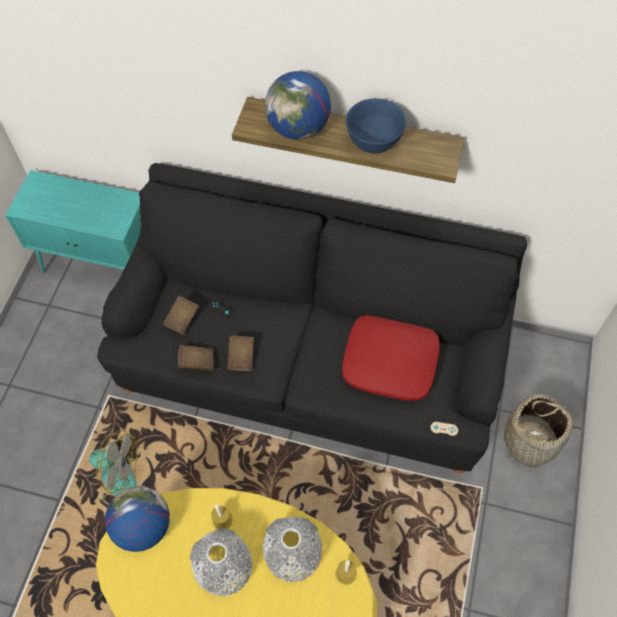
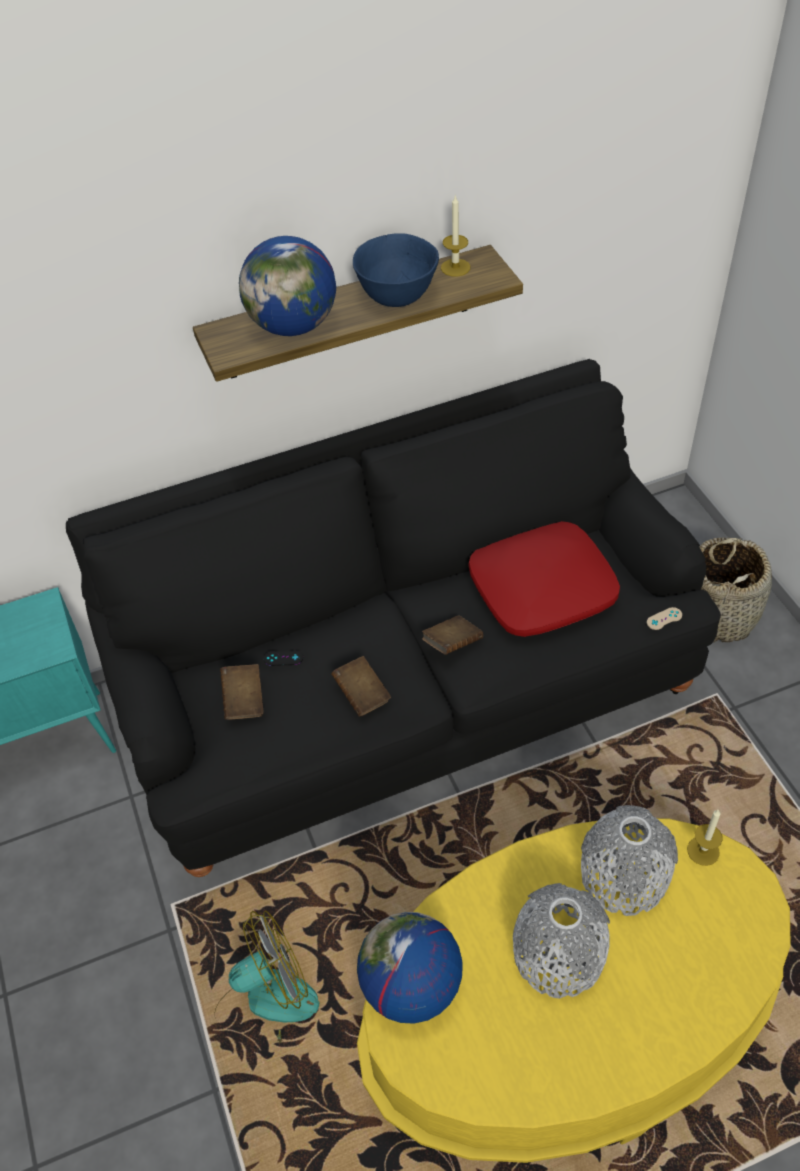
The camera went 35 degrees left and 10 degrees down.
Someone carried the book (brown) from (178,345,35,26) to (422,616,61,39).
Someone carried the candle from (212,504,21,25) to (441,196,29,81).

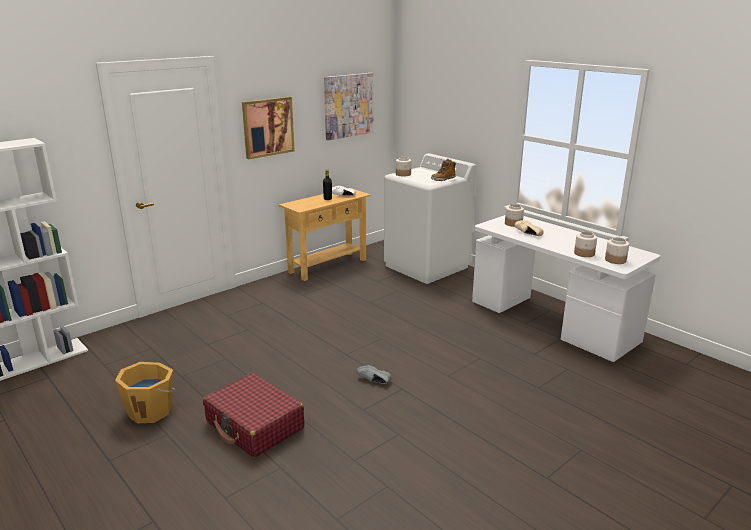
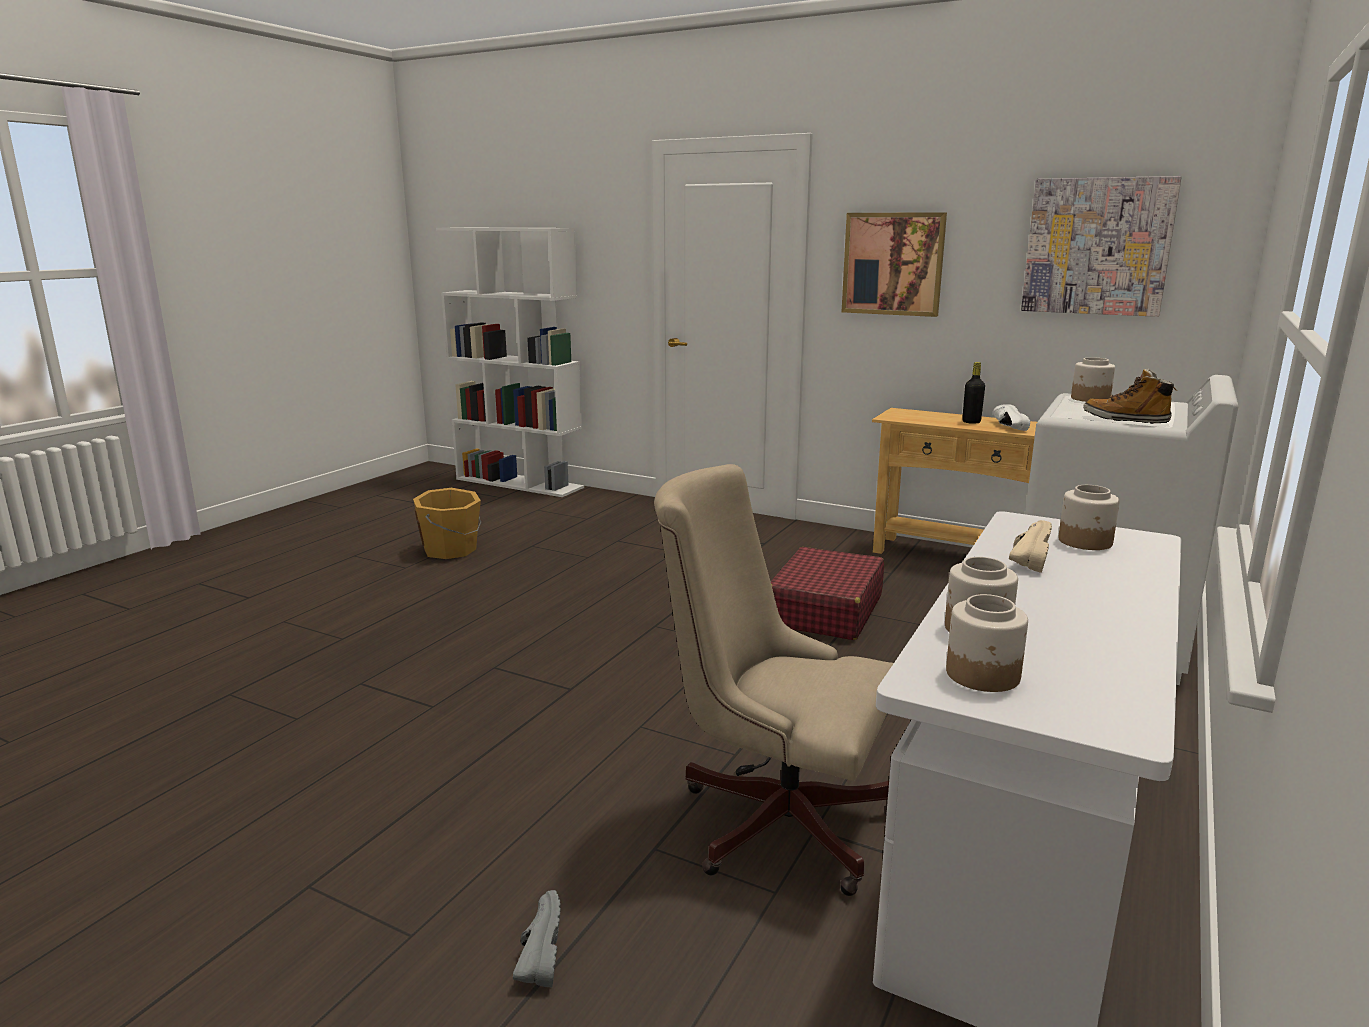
The camera went 70 degrees right and 5 degrees down.
Someone carried the shoe (grey) from (357,365,35,19) to (513,890,48,97).
Someone carried the suitcase (red) from (203,373,101,85) to (771,547,113,93).
Someone put down the office chair (beige) at (654,464,240,432).

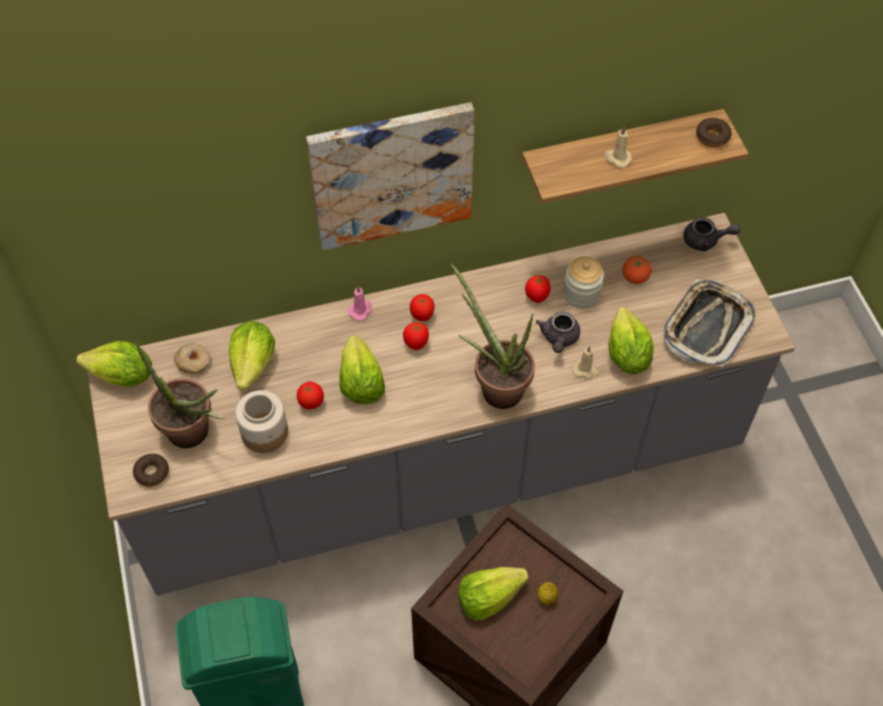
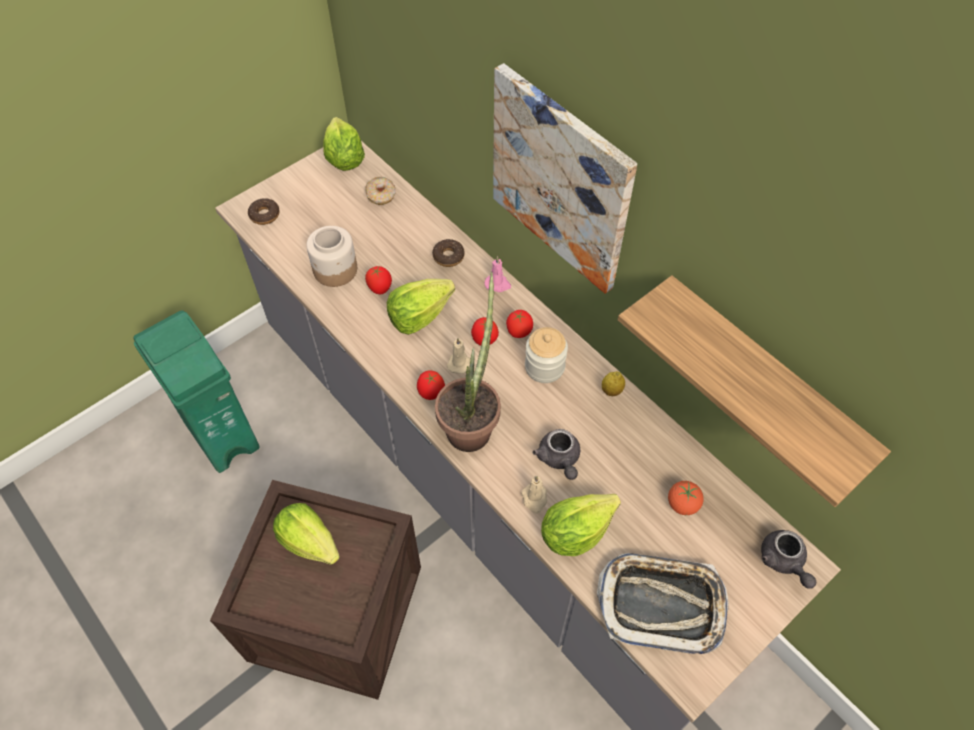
The camera went 65 degrees right and 0 degrees up.
Someone carried the donut from (696,118,36,29) to (432,239,33,28).
Someone carried the candle (beige) from (604,126,28,42) to (447,338,24,36).
Someone carried the jar from (563,256,41,52) to (525,327,43,56).
Someone carried the tomato from (525,275,26,28) to (417,370,28,30).
Someone rotated the teapot (grey) at (536,312,44,41) by 90 degrees counterclockwise.
Someone took away the lettuce at (229,321,46,70).
Someone took away the potted plant at (135,343,90,105).
Someone carried the lemon from (538,582,21,24) to (602,371,23,25).

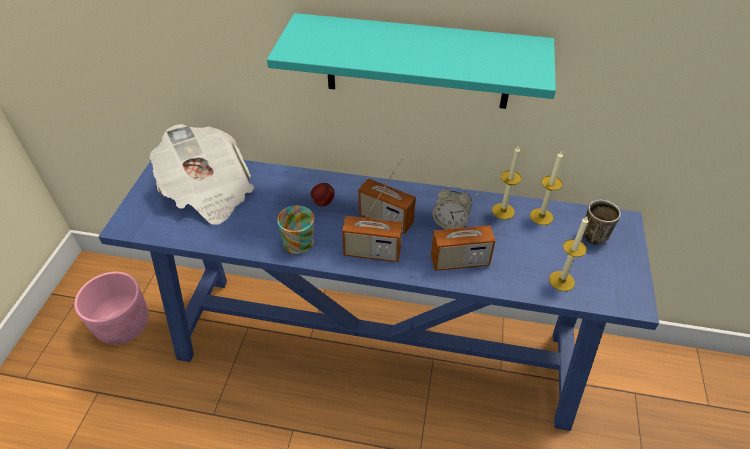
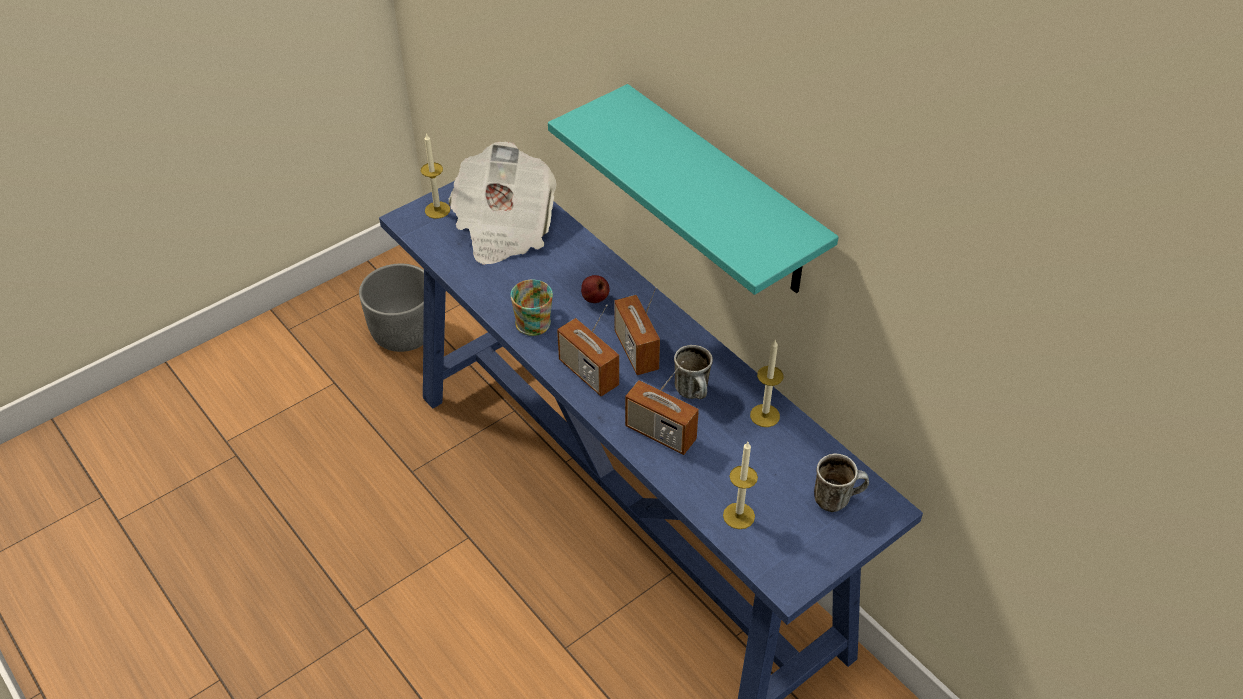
The camera went 40 degrees right and 0 degrees up.
Someone carried the candle from (530,151,33,74) to (421,133,29,86).
Someone swapped the alarm clock at (433,186,39,43) for the mug at (674,345,39,54).
Someone repainted the planter (pink) at (74,272,75,73), which became the planter (grey) at (359,264,65,88).

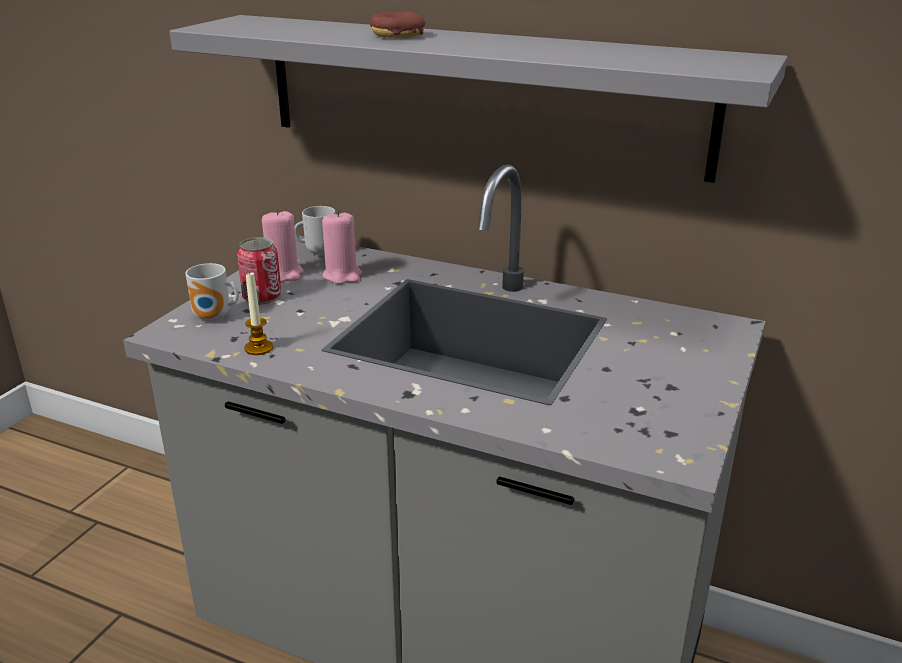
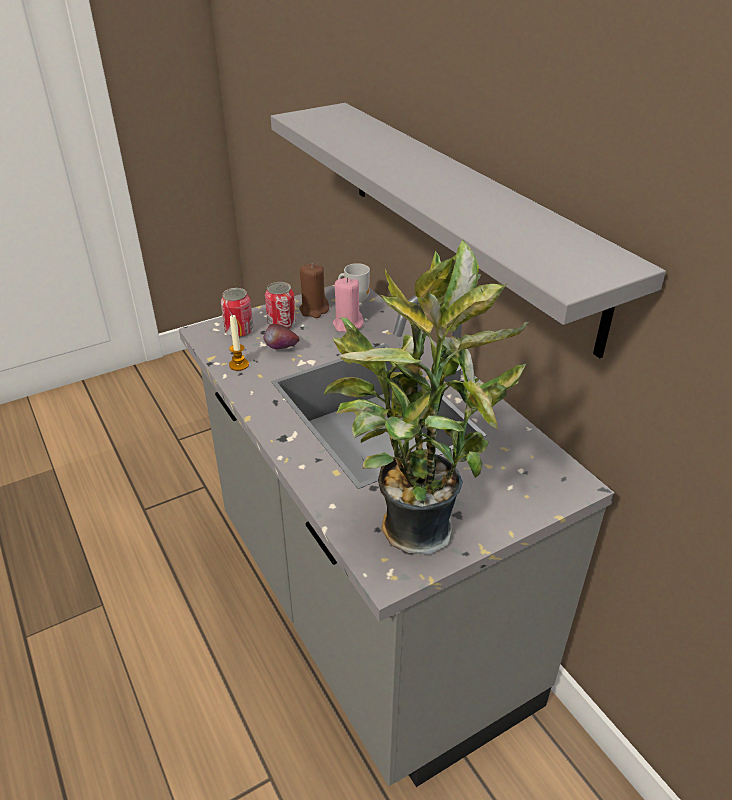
The camera went 35 degrees right and 10 degrees up.
Someone took away the donut at (370,12,55,26).
Someone repainted the candle (pink) at (262,209,42,73), which became the candle (brown) at (299,264,30,54).
Someone swapped the mug at (185,263,54,59) for the can at (221,288,32,50).
Someone put down the potted plant at (323,240,206,314).
Someone put down the apple at (263,324,37,25).

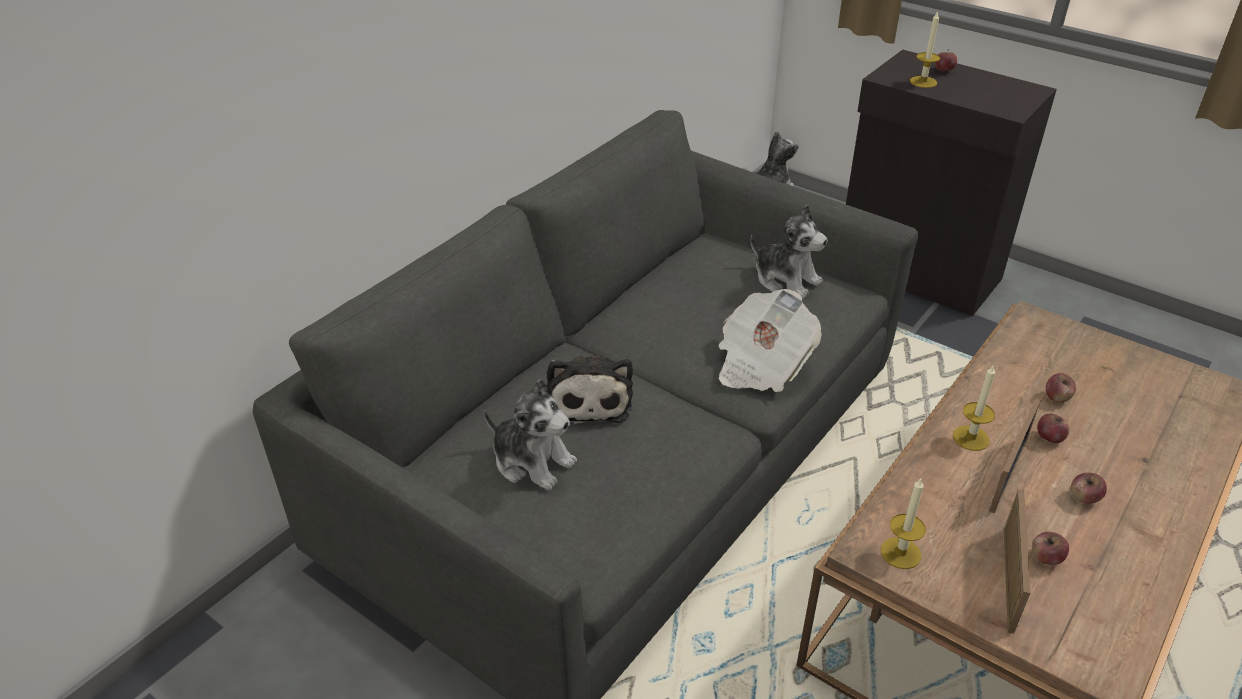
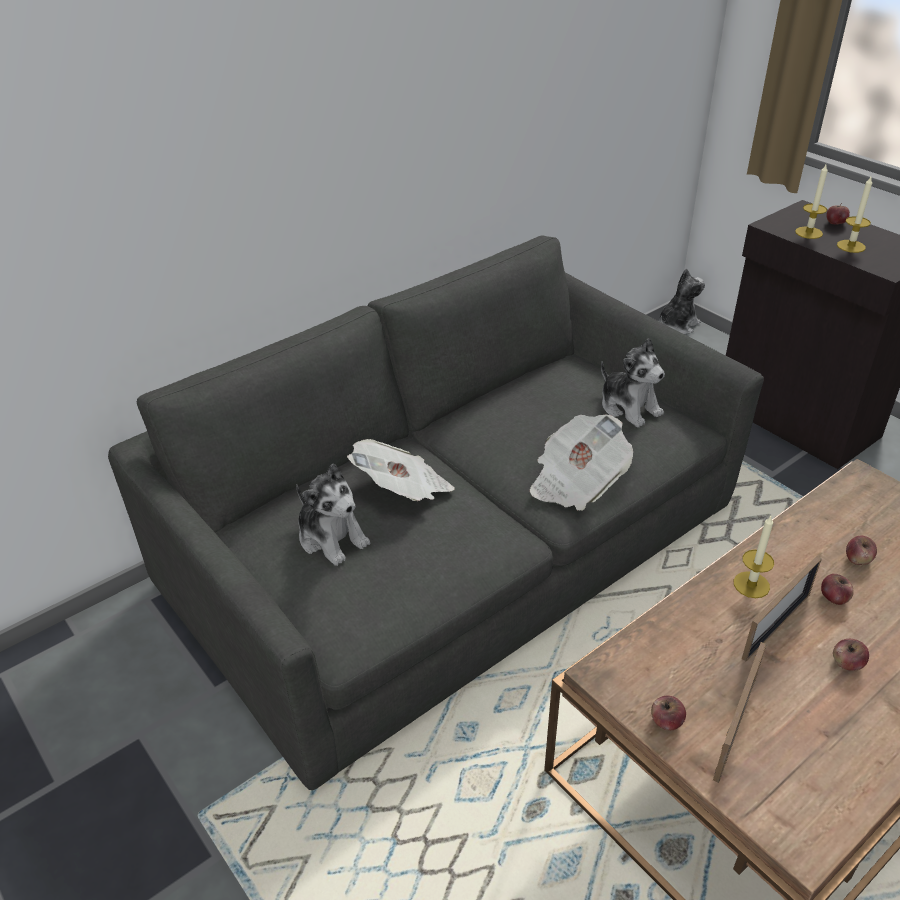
The camera went 15 degrees right and 0 degrees up.
Someone swapped the plush toy at (546,355,87,70) for the newspaper at (347,439,107,62).
Someone carried the candle from (881,479,45,90) to (837,177,35,76).
Someone carried the apple from (1032,532,37,33) to (651,696,35,34).

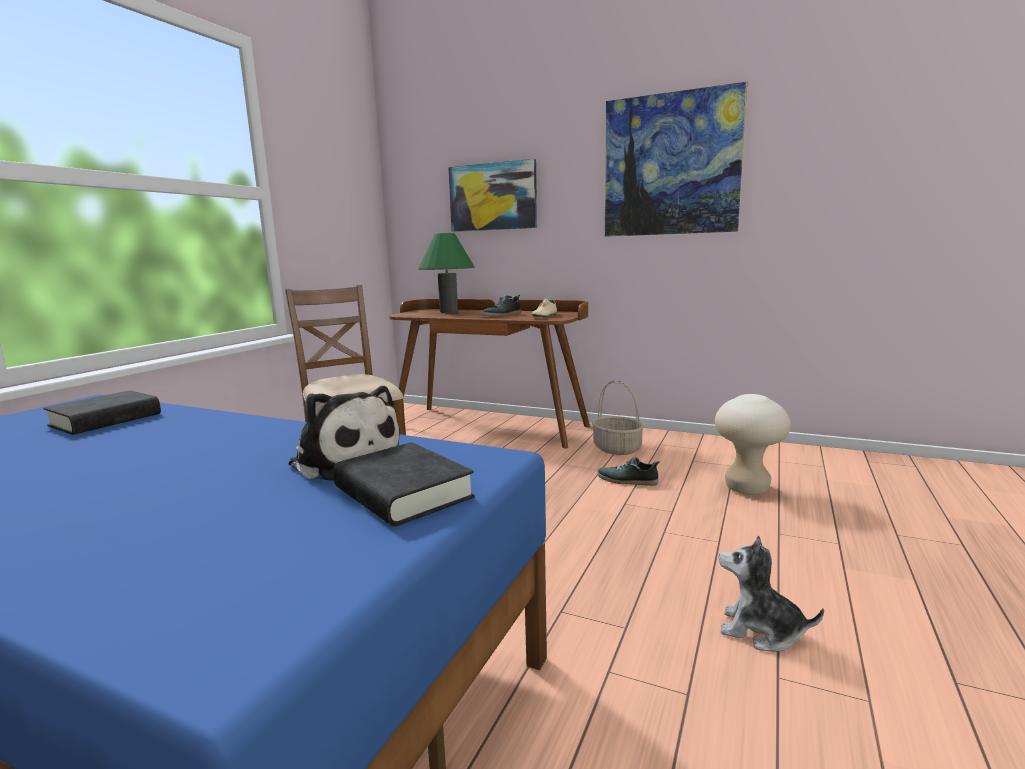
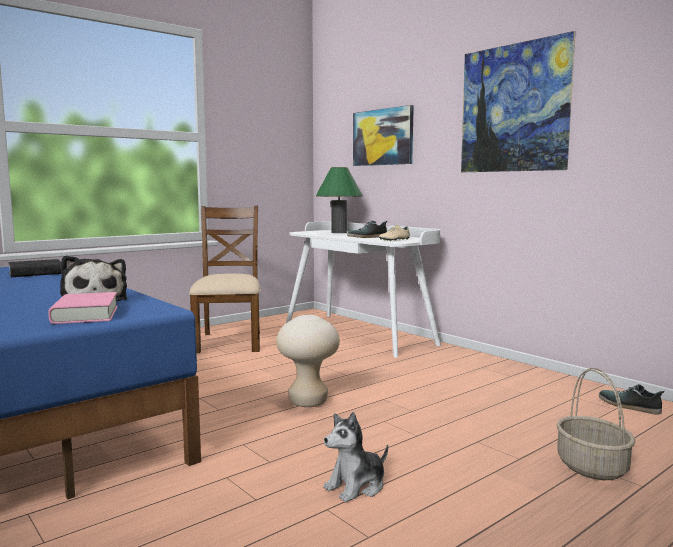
The camera went 25 degrees right and 5 degrees down.
Someone repainted the desk (brown) at (389,299,201,150), which became the desk (white) at (286,221,155,136).
Someone carried the basket from (592,380,52,75) to (556,367,79,113).
Someone carried the stool (beige) from (715,394,76,101) to (276,315,64,92).
Someone repainted the book (black) at (333,442,142,84), which became the book (pink) at (48,292,70,32).
Someone carried the shoe from (597,457,63,29) to (599,384,66,31).
Someone rotated the plush toy at (719,535,105,117) by 90 degrees counterclockwise.

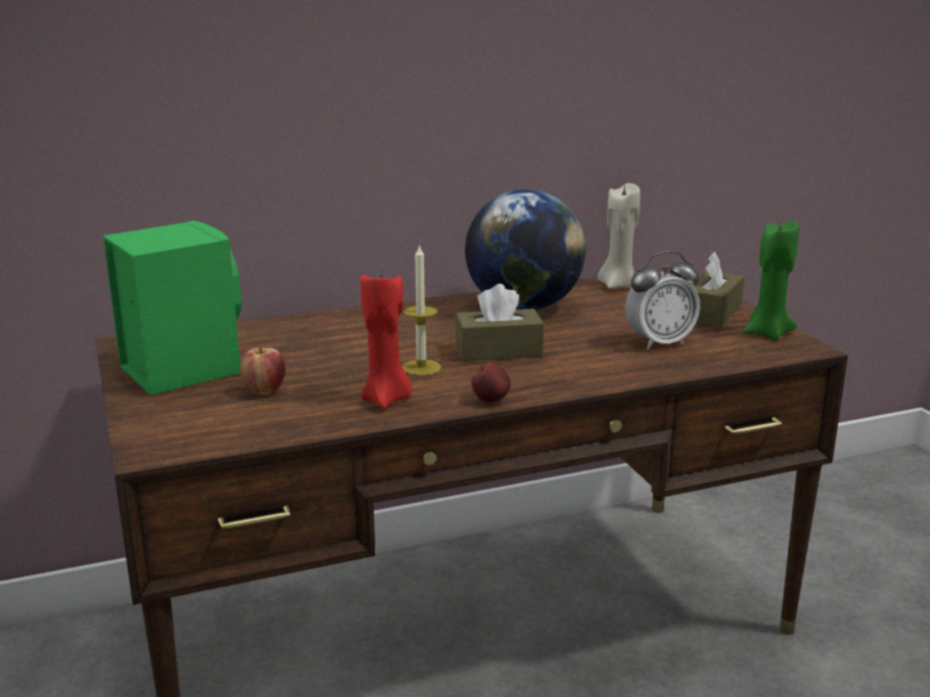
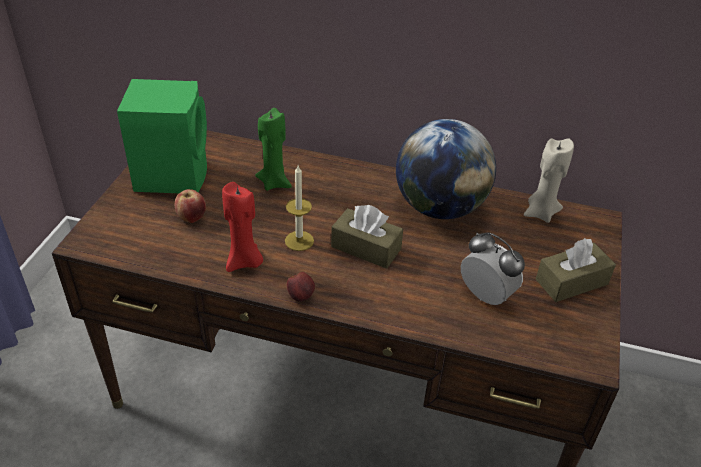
The camera went 35 degrees right and 20 degrees up.
Someone carried the candle (green) from (743,221,56,119) to (255,108,37,83).
Someone rotated the alarm clock at (625,251,75,99) by 150 degrees counterclockwise.

